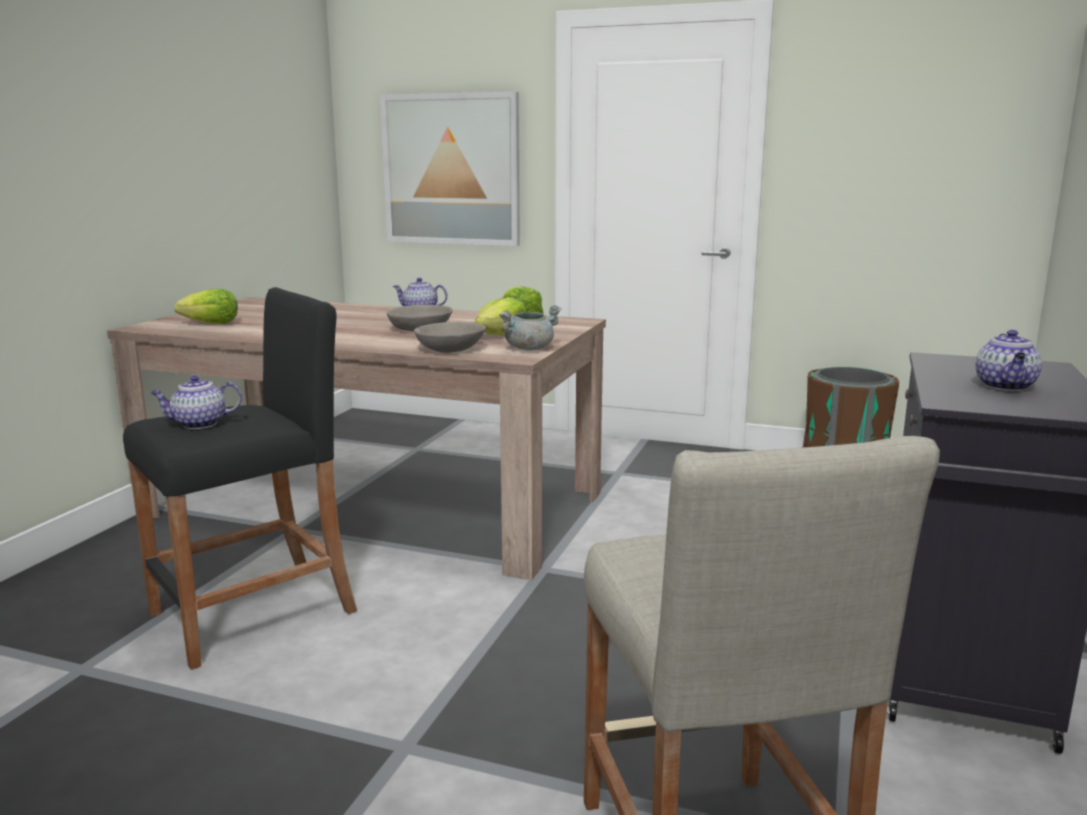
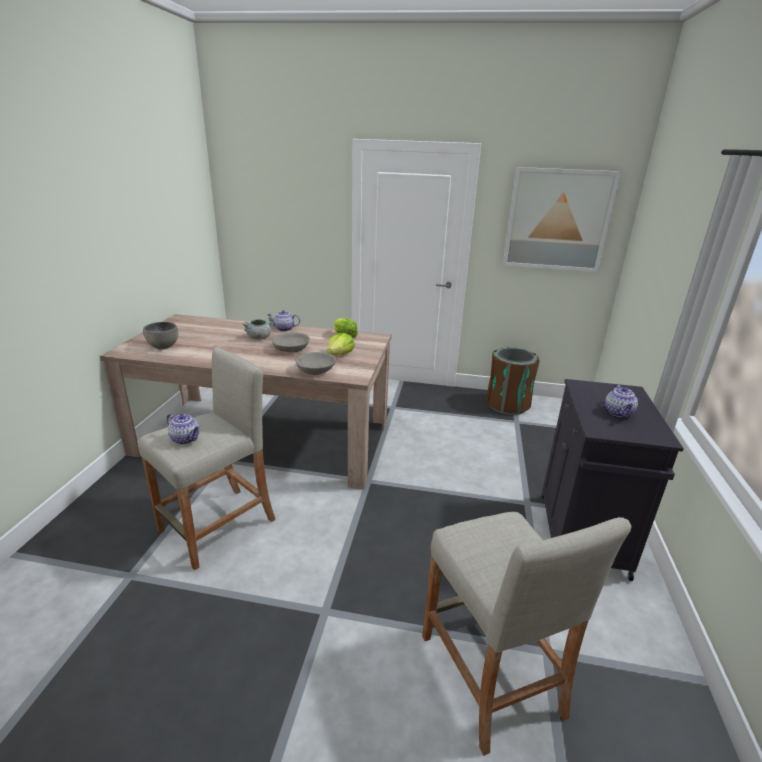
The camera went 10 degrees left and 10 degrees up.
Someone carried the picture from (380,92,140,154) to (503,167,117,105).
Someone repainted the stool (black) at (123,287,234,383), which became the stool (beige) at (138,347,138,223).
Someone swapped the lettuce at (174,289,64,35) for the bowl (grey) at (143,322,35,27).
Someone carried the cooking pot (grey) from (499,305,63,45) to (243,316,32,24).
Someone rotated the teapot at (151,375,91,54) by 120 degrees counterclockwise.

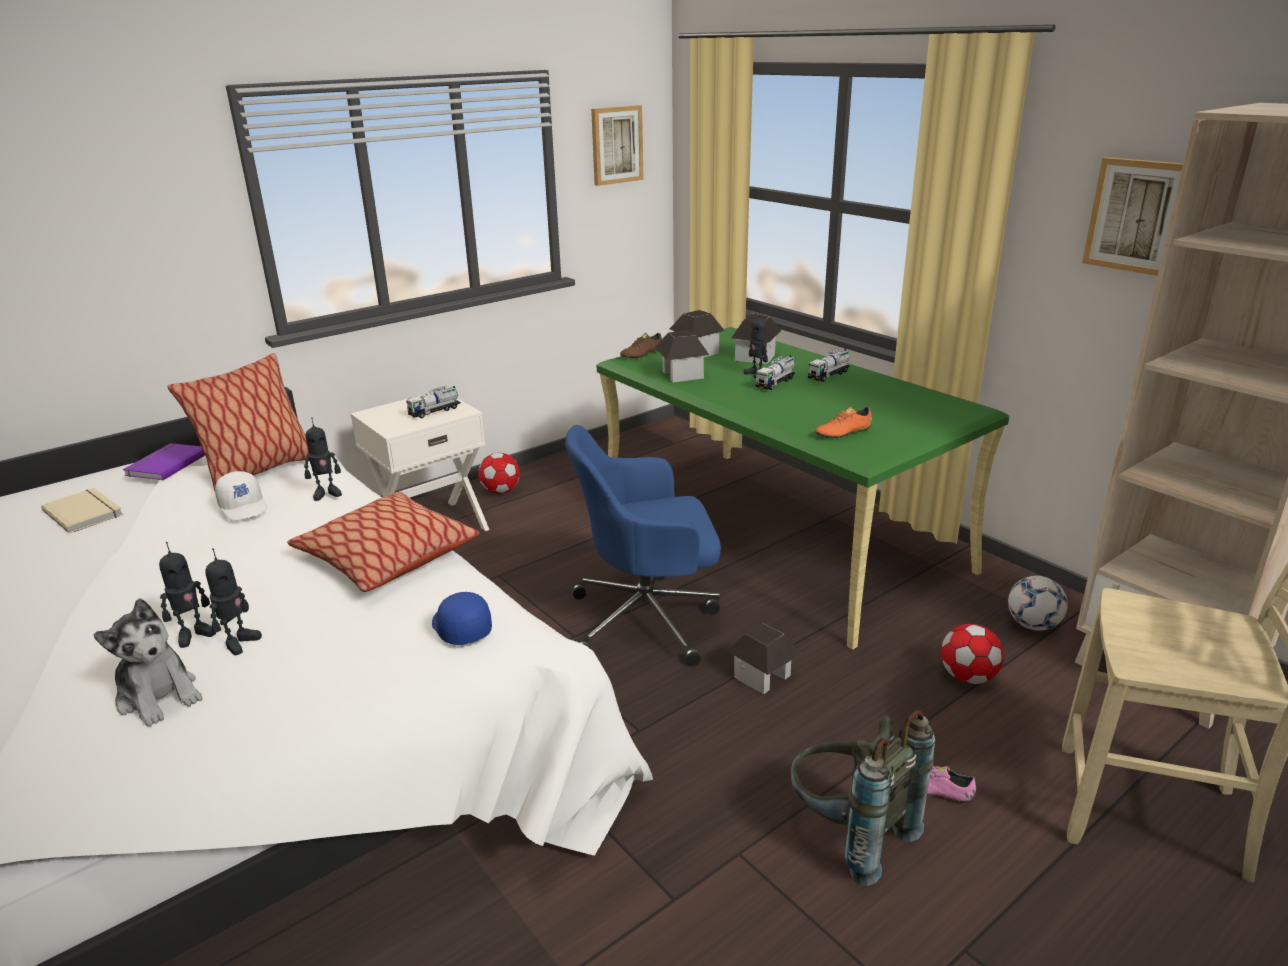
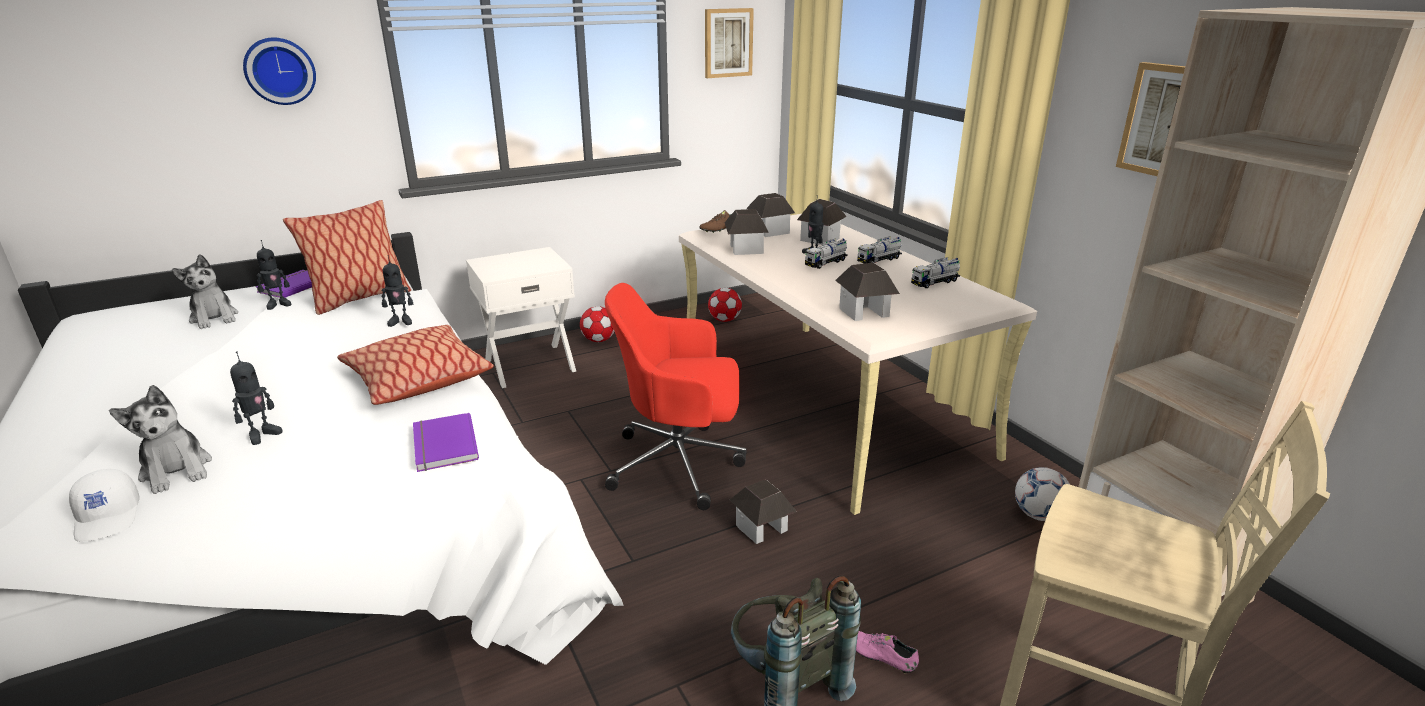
The camera went 10 degrees right and 0 degrees up.
Someone repainted the desk (green) at (596,327,413,323), which became the desk (beige) at (679,214,358,301).
Someone carried the toy truck from (406,386,55,32) to (911,257,49,31).
Someone swapped the shoe (orange) at (815,407,57,32) for the toy house at (835,263,65,58).
Someone repainted the office chair (blue) at (565,425,156,241), which became the office chair (red) at (605,283,142,227).
Someone carried the cap (white) from (215,471,52,50) to (69,469,71,73).
Someone swapped the book (beige) at (41,488,82,46) for the plush toy at (172,254,66,75).
Someone carried the toy robot from (159,542,57,106) to (257,240,34,70).
Someone swapped the cap (blue) at (432,592,60,53) for the book (purple) at (413,413,66,59).
Someone carried the football from (941,624,63,60) to (708,288,34,34).
Someone put up the wall clock at (243,38,73,67).

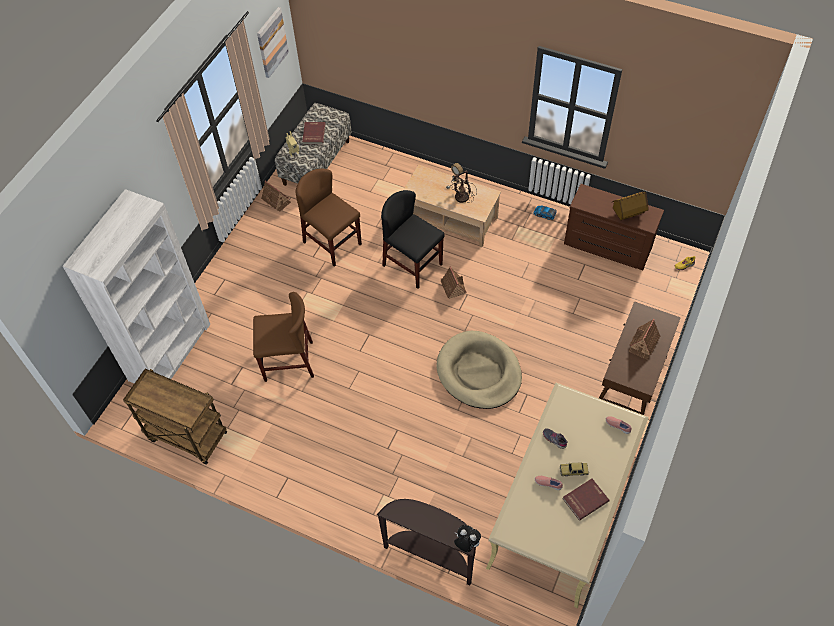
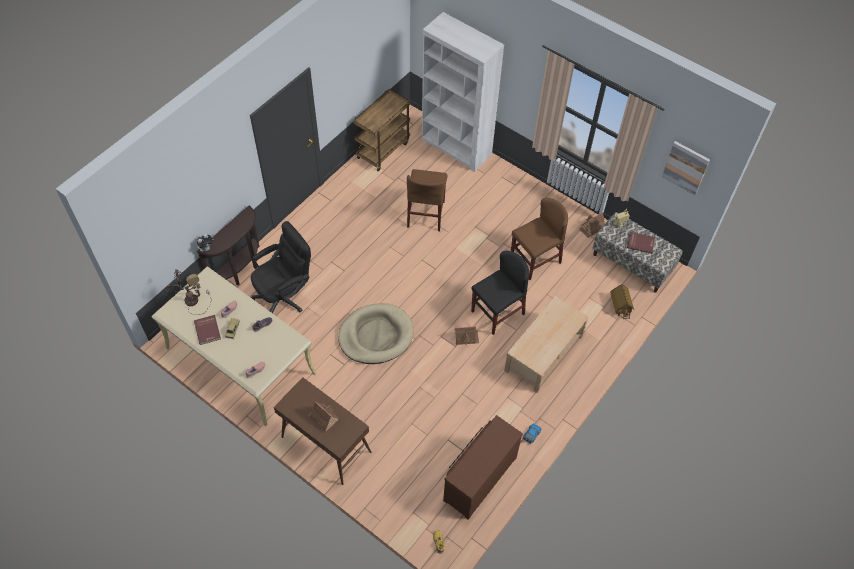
The camera went 100 degrees right and 0 degrees up.
Someone carried the table lamp from (446,163,31,40) to (166,269,45,46).
Someone carried the toy house from (613,192,36,29) to (610,284,24,35).
Someone put down the office chair (black) at (251,221,60,92).

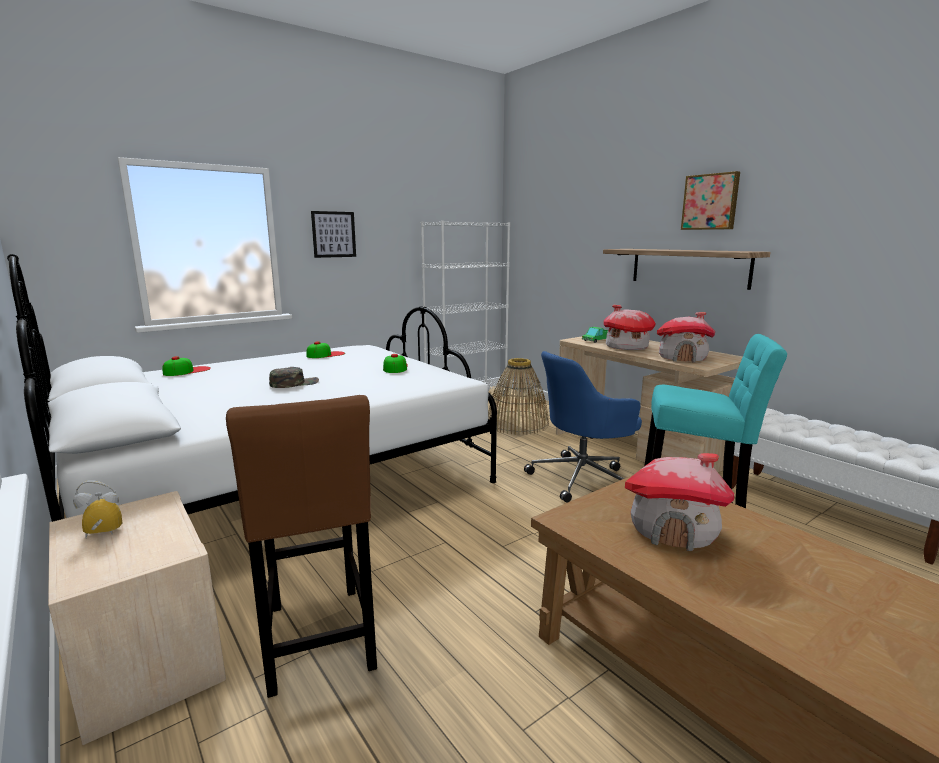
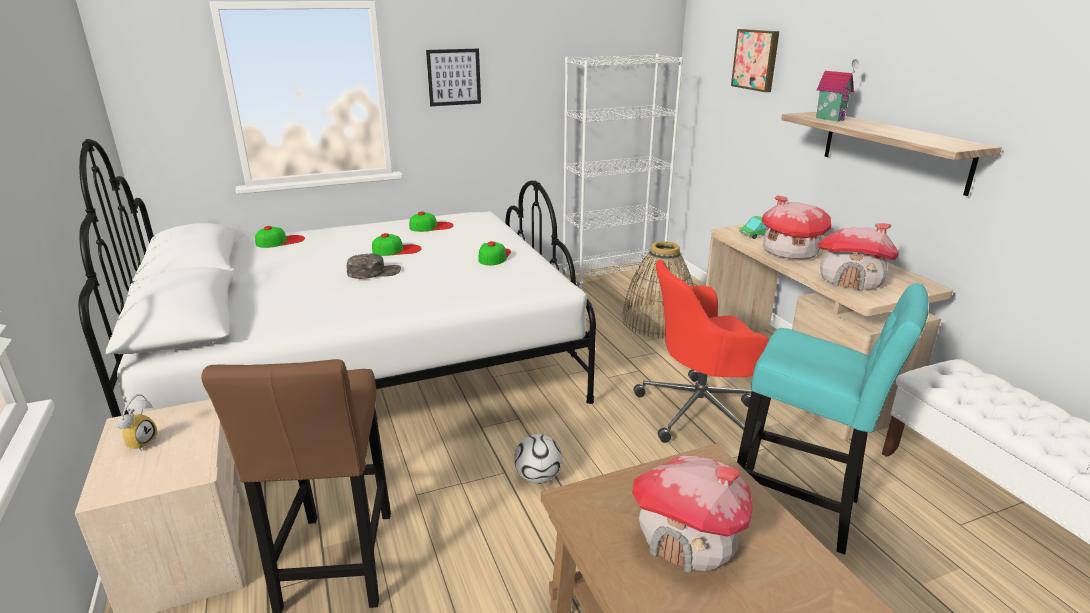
The camera went 15 degrees right and 10 degrees up.
Someone carried the picture from (681,171,59,59) to (731,29,48,63).
Someone repainted the office chair (blue) at (524,351,118,151), which became the office chair (red) at (633,259,136,184).
Someone rotated the alarm clock at (73,480,49,58) by 105 degrees clockwise.
Someone put down the toy house at (816,59,44,62).
Someone put down the cap at (372,233,49,23).
Someone put down the football at (514,434,48,50).

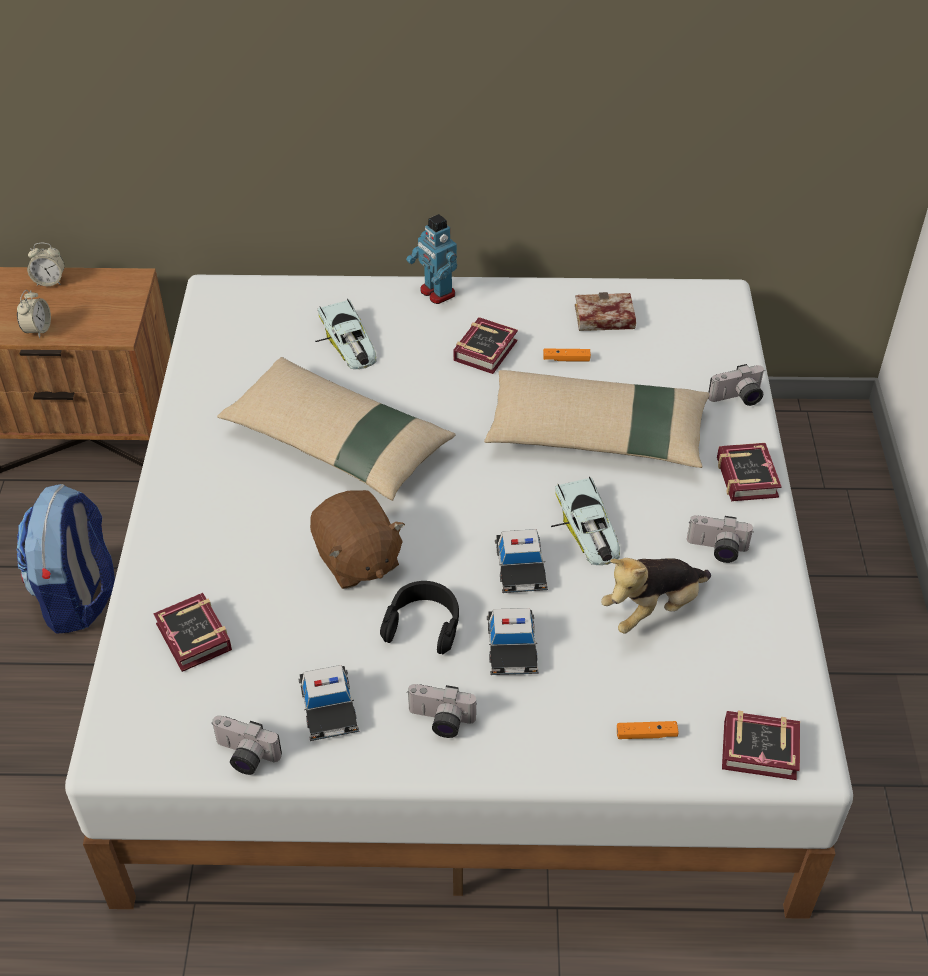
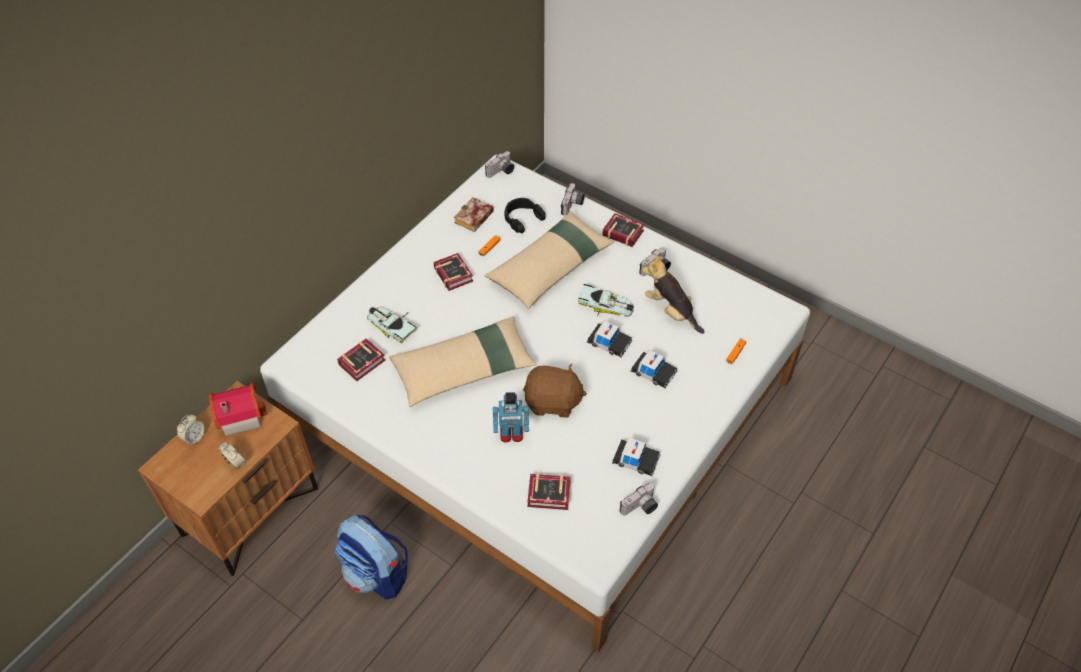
The camera went 55 degrees left and 5 degrees up.
Someone carried the toy robot from (406,214,51,90) to (493,392,36,50).
Someone rotated the toy car at (315,299,61,70) by 150 degrees counterclockwise.
Someone rotated the plush toy at (601,558,110,76) by 135 degrees clockwise.
Someone carried the headphones (black) from (380,581,79,74) to (504,198,42,35).
Someone carried the photo camera from (406,684,70,54) to (485,151,29,27).
Someone carried the book from (722,710,78,70) to (337,338,49,43).
Someone put down the toy house at (209,383,58,53).

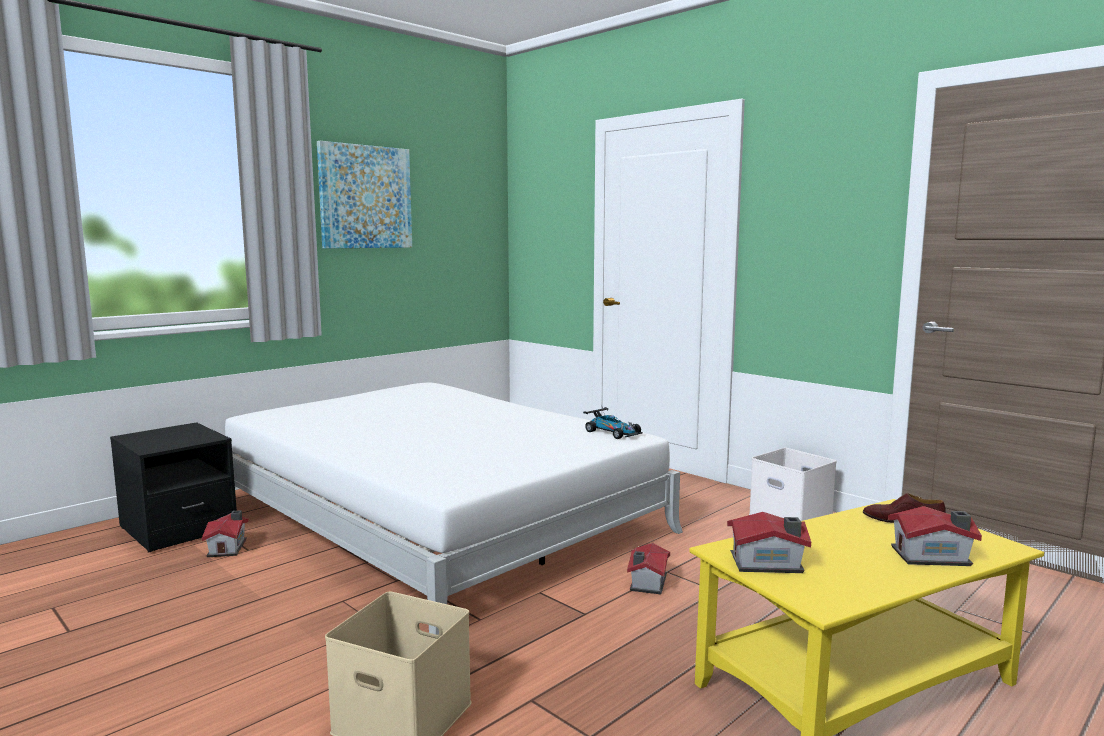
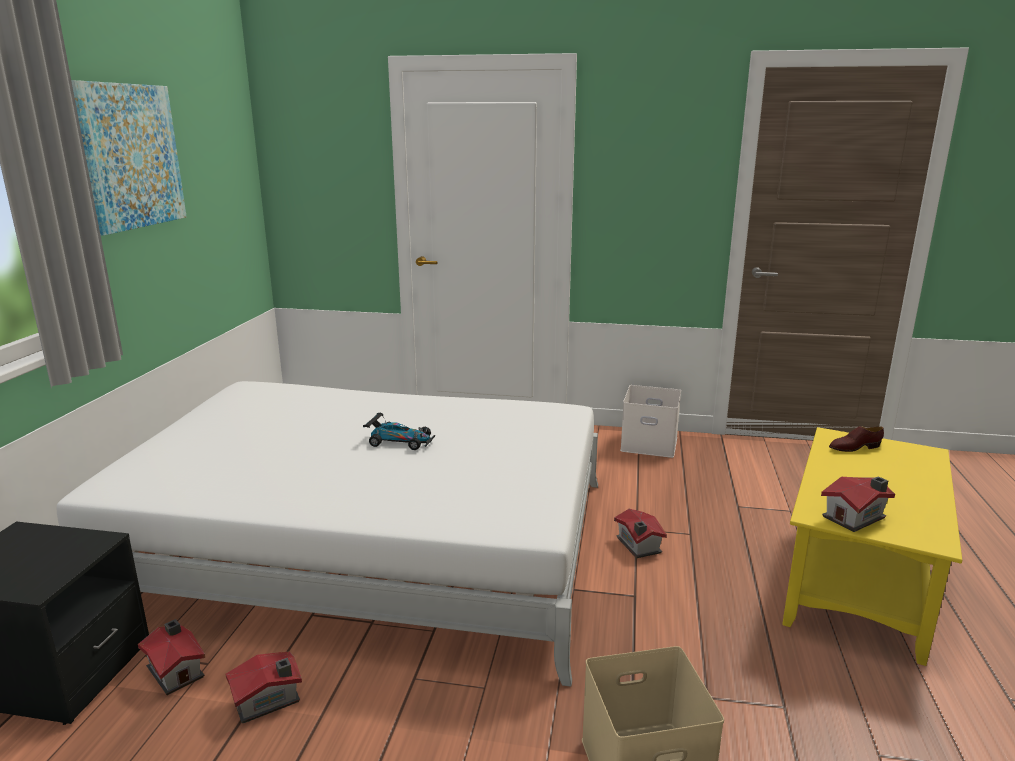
The camera went 35 degrees left and 10 degrees up.
Someone carried the toy car from (583,405,60,34) to (363,413,72,37).
Someone carried the toy house from (888,506,94,60) to (225,651,77,72).

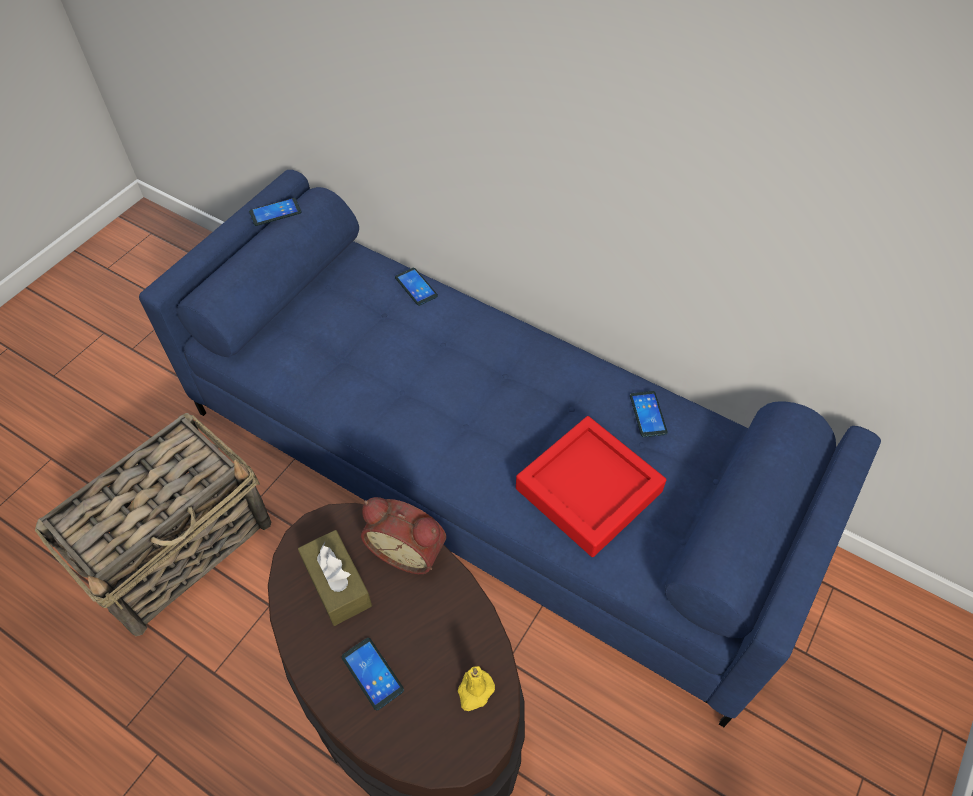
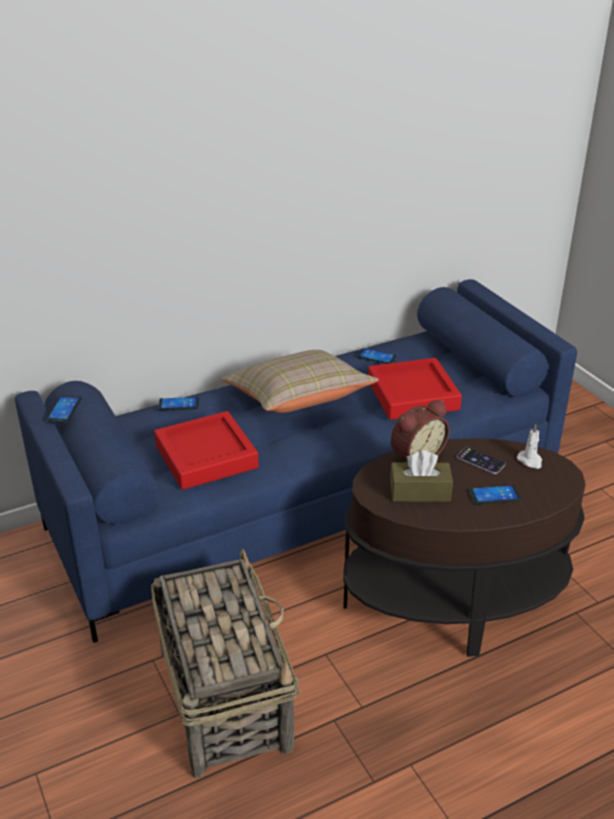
The camera went 60 degrees left and 20 degrees down.
Someone repainted the candle (yellow) at (458,666,37,45), which became the candle (white) at (517,424,25,45).
Someone put down the pillow (beige) at (222,350,157,63).
Someone put down the tray (red) at (154,411,105,79).
Someone put down the phone at (457,447,49,27).

